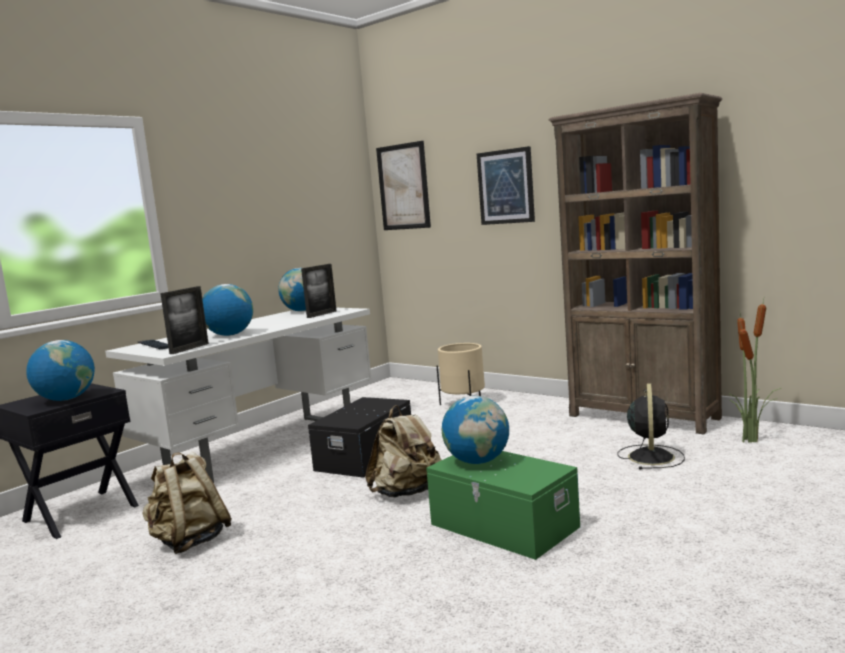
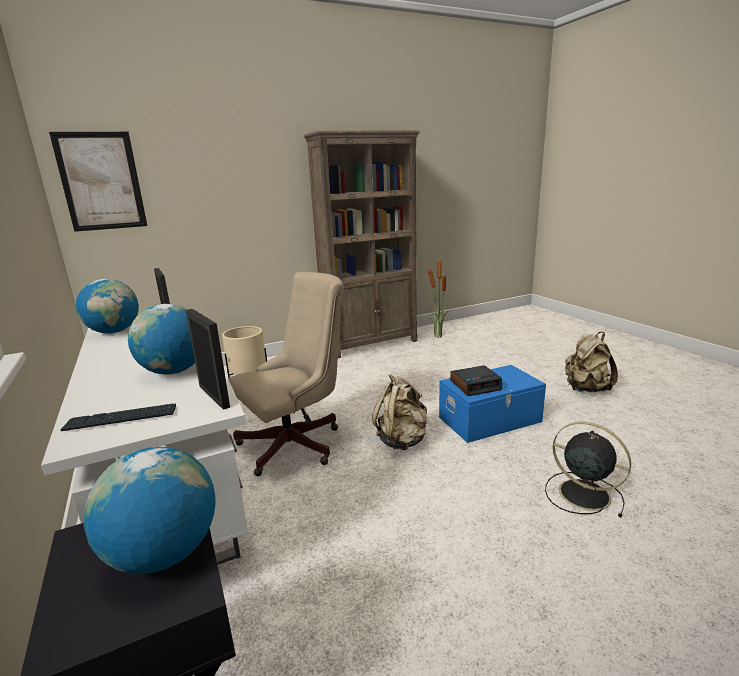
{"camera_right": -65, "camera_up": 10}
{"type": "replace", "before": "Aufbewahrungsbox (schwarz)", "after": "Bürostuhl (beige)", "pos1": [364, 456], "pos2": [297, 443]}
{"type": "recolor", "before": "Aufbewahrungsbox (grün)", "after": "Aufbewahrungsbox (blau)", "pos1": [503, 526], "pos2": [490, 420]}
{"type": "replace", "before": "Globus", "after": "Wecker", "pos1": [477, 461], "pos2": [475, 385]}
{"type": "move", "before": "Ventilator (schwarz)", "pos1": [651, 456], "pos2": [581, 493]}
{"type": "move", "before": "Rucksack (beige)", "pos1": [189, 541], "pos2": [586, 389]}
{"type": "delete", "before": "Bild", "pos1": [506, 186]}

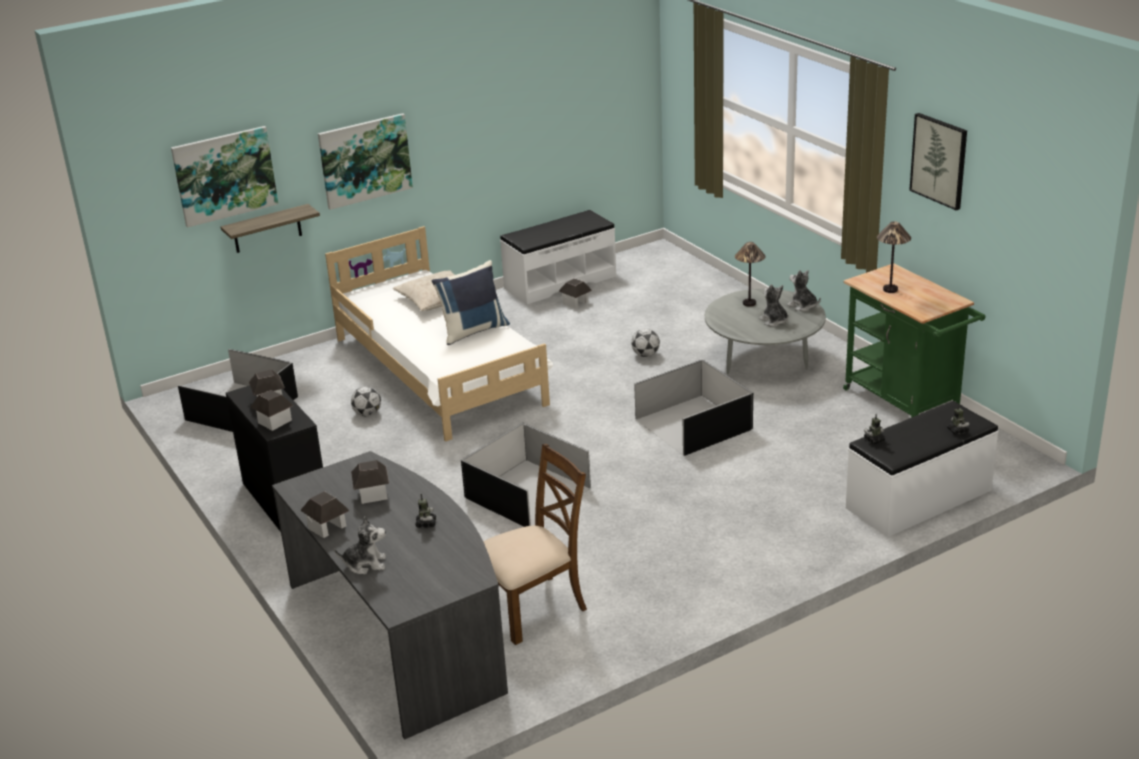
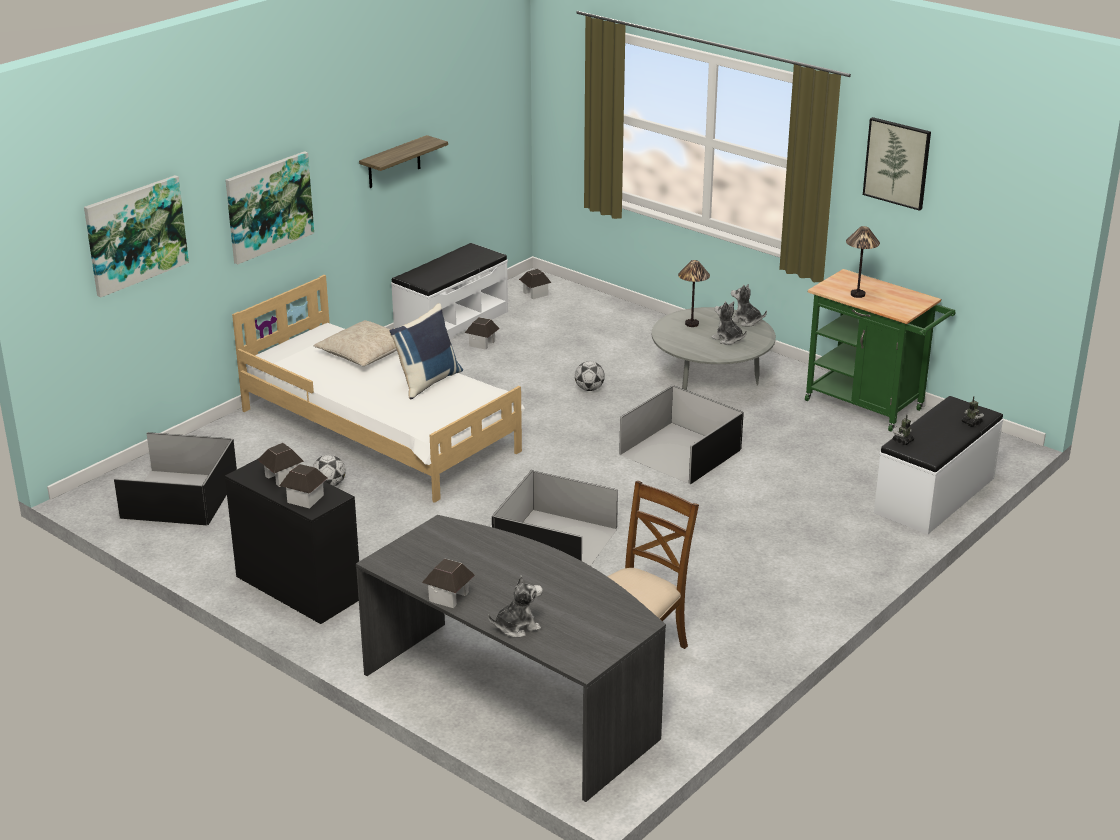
{"camera_right": -20, "camera_up": 0}
{"type": "move", "before": "Wandregal", "pos1": [267, 229], "pos2": [394, 162]}
{"type": "move", "before": "Spielzeughaus", "pos1": [372, 494], "pos2": [535, 293]}
{"type": "delete", "before": "Spielzeugroboter", "pos1": [426, 524]}

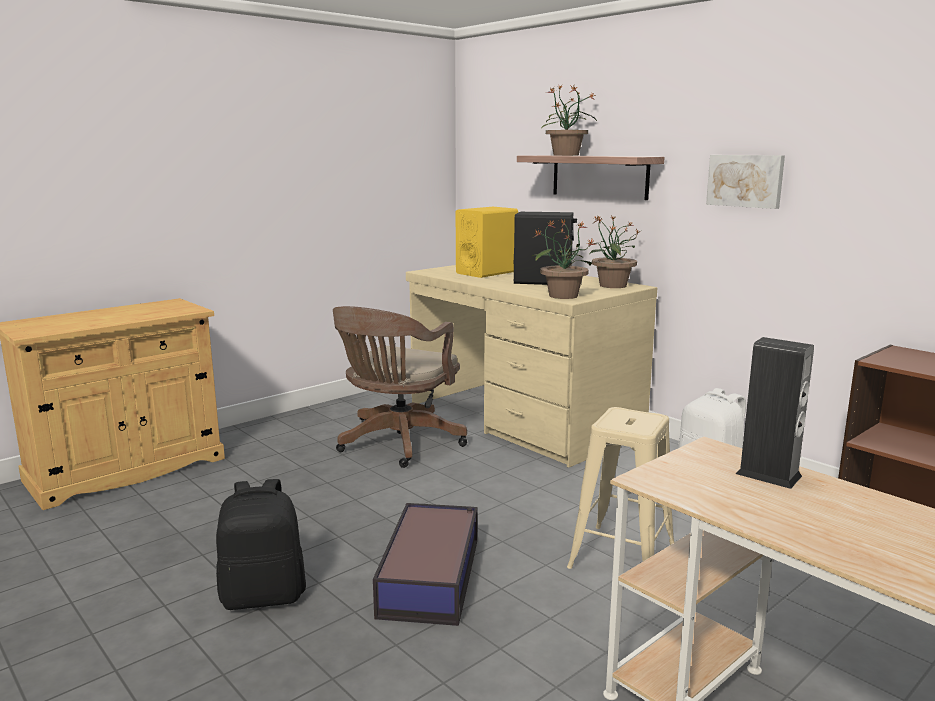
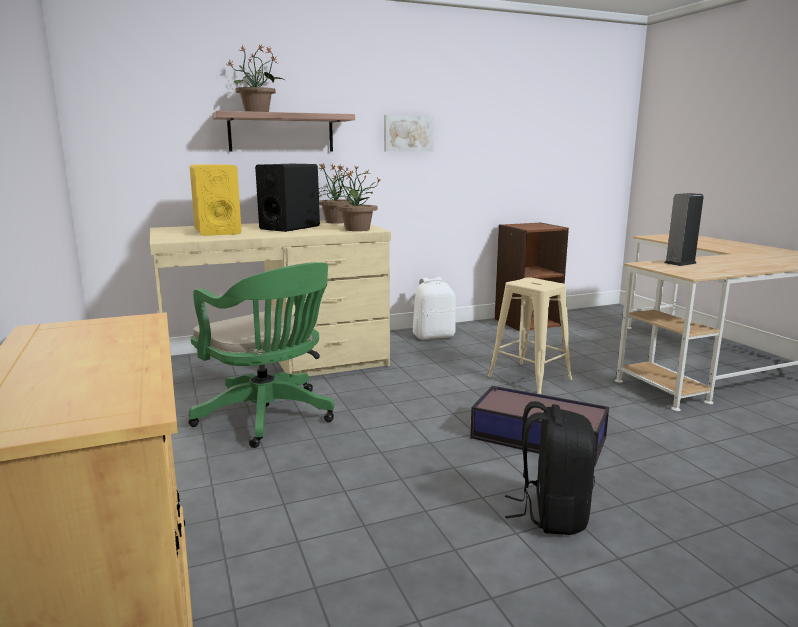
{"camera_right": -70, "camera_up": 0}
{"type": "recolor", "before": "Bürostuhl (braun)", "after": "Bürostuhl (grün)", "pos1": [397, 444], "pos2": [269, 417]}

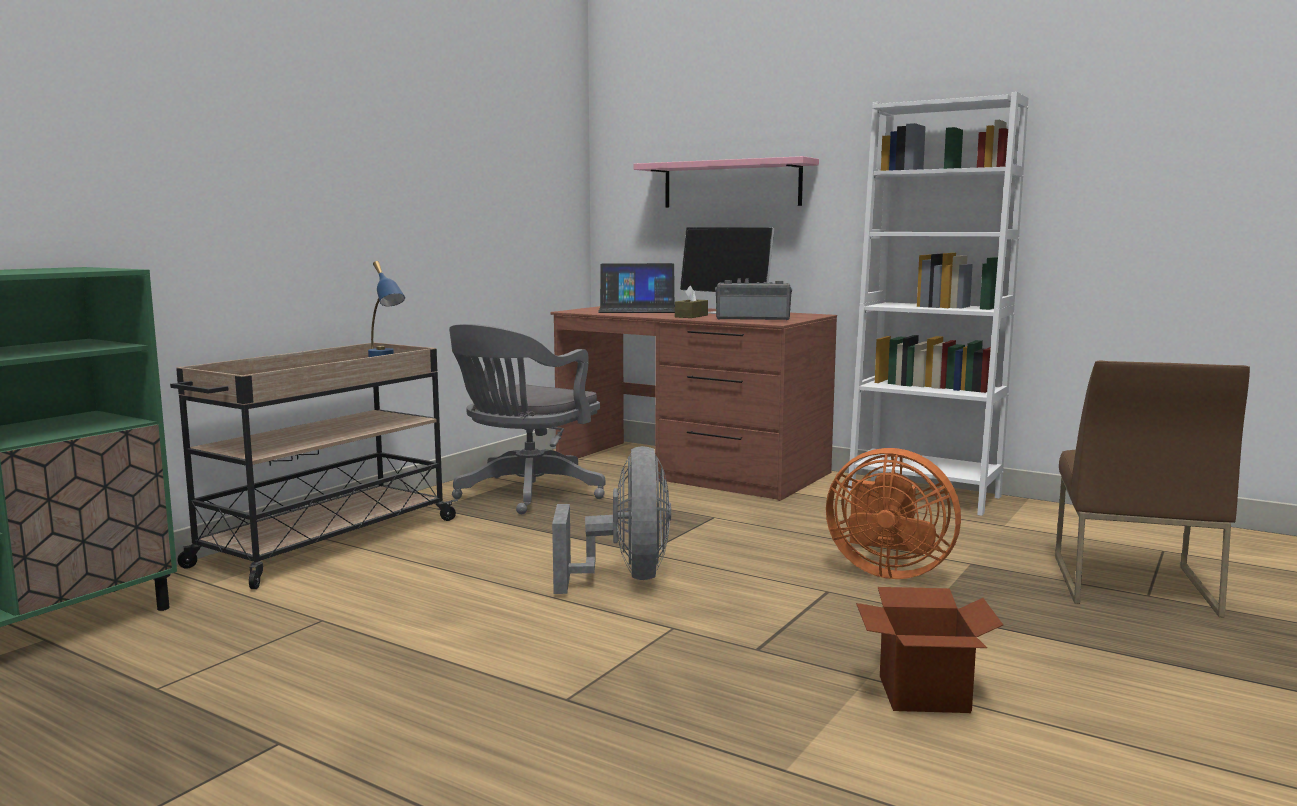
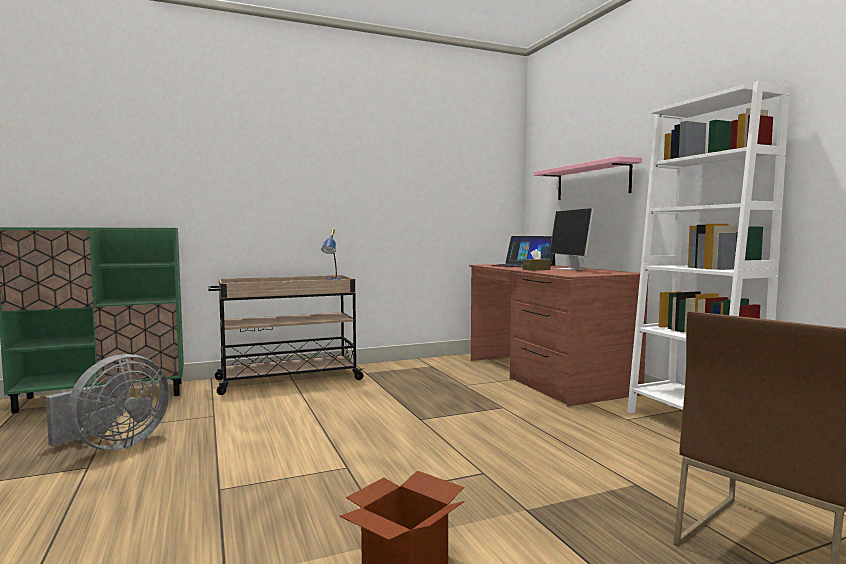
{"camera_right": 35, "camera_up": -5}
{"type": "move", "before": "Ventilator (grau)", "pos1": [625, 577], "pos2": [113, 445]}
{"type": "delete", "before": "Bürostuhl (grau)", "pos1": [525, 494]}
{"type": "delete", "before": "Radio", "pos1": [753, 319]}
{"type": "delete", "before": "Ventilator (orange)", "pos1": [887, 570]}

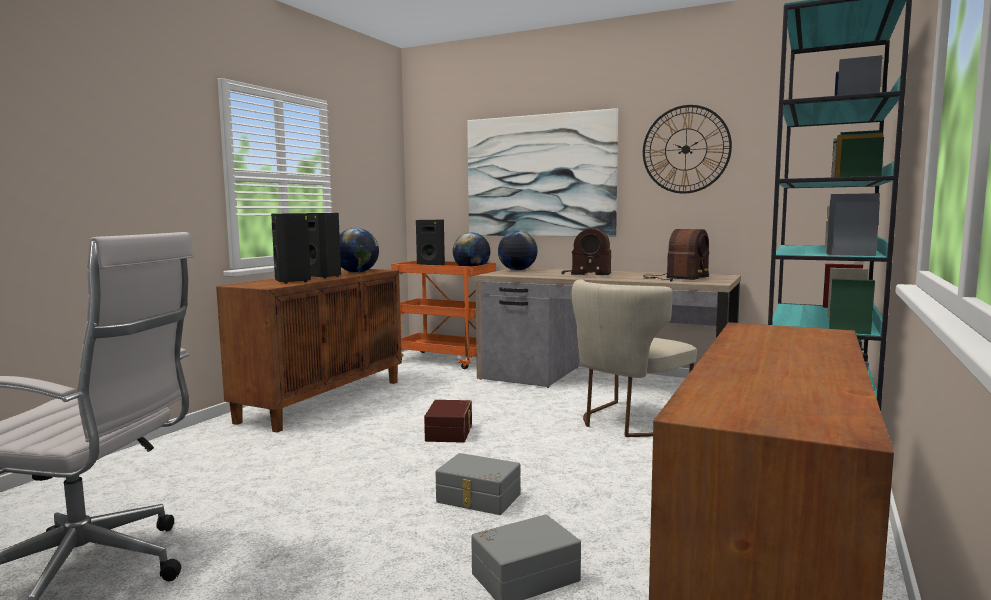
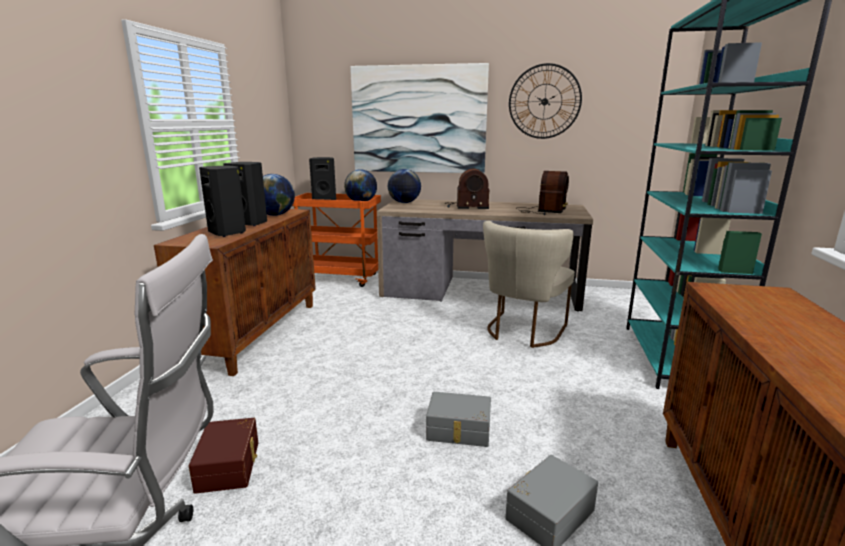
{"camera_right": -15, "camera_up": 10}
{"type": "move", "before": "Aufbewahrungsbox (braun)", "pos1": [450, 432], "pos2": [230, 465]}

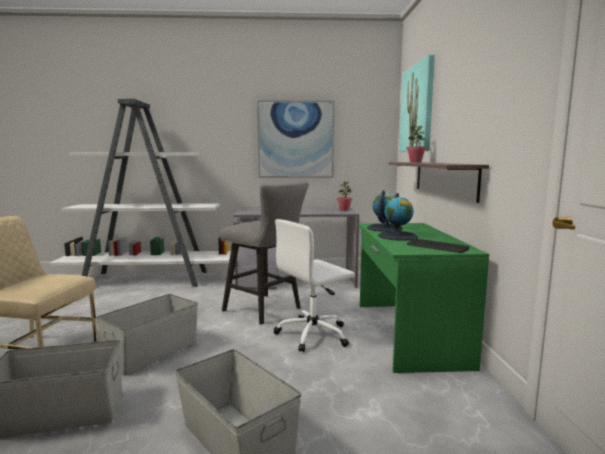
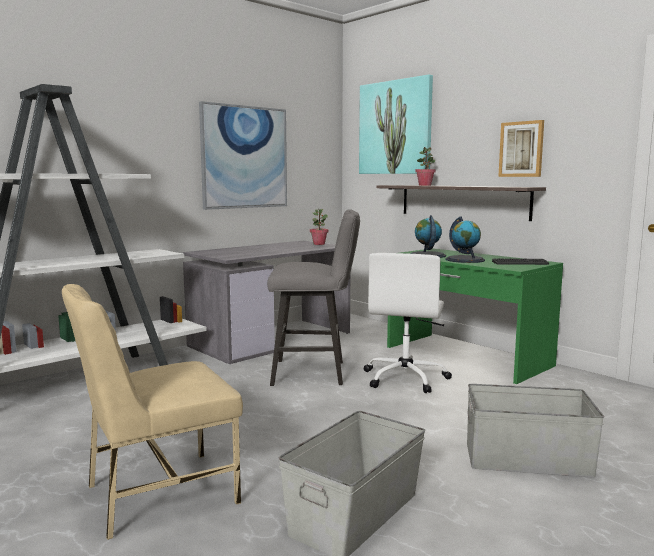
{"camera_right": -40, "camera_up": 0}
{"type": "insert", "after": "Bild", "pos2": [521, 149]}
{"type": "delete", "before": "Aufbewahrungsbox (grau)", "pos1": [153, 352]}

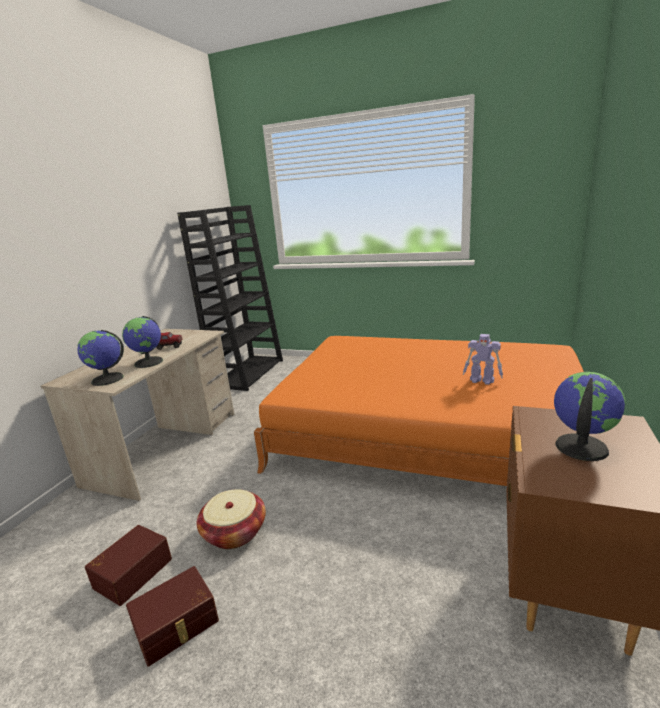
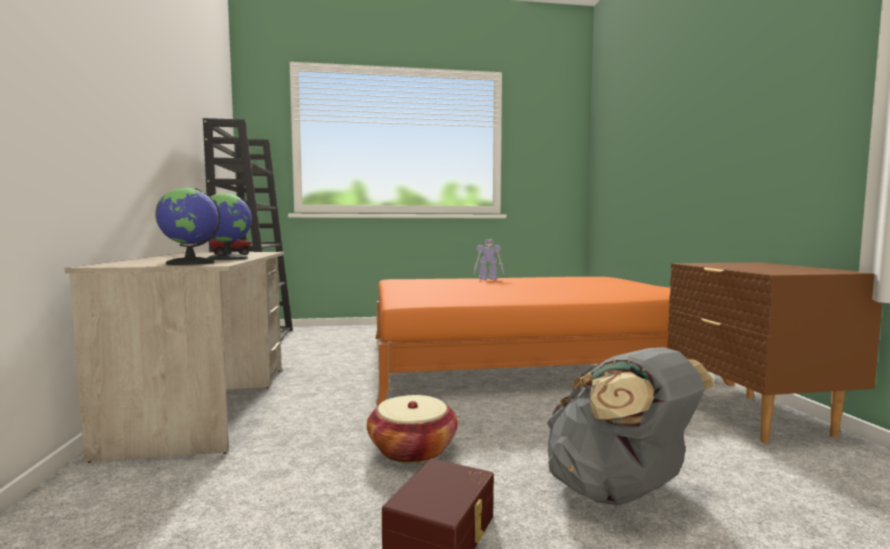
{"camera_right": -30, "camera_up": -15}
{"type": "move", "before": "Spielzeugroboter", "pos1": [482, 380], "pos2": [488, 279]}
{"type": "insert", "after": "Rucksack (grau)", "pos2": [618, 492]}
{"type": "delete", "before": "Aufbewahrungsbox (braun)", "pos1": [132, 572]}
{"type": "delete", "before": "Globus", "pos1": [580, 447]}

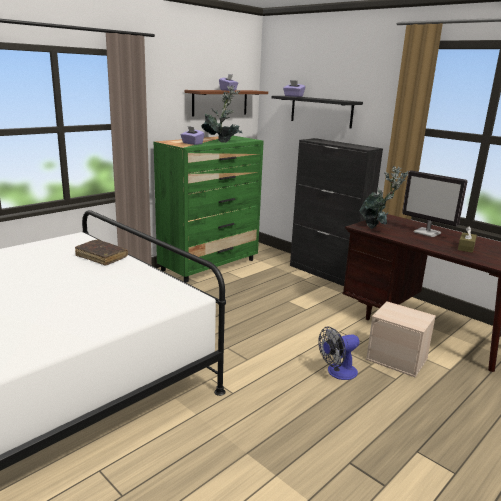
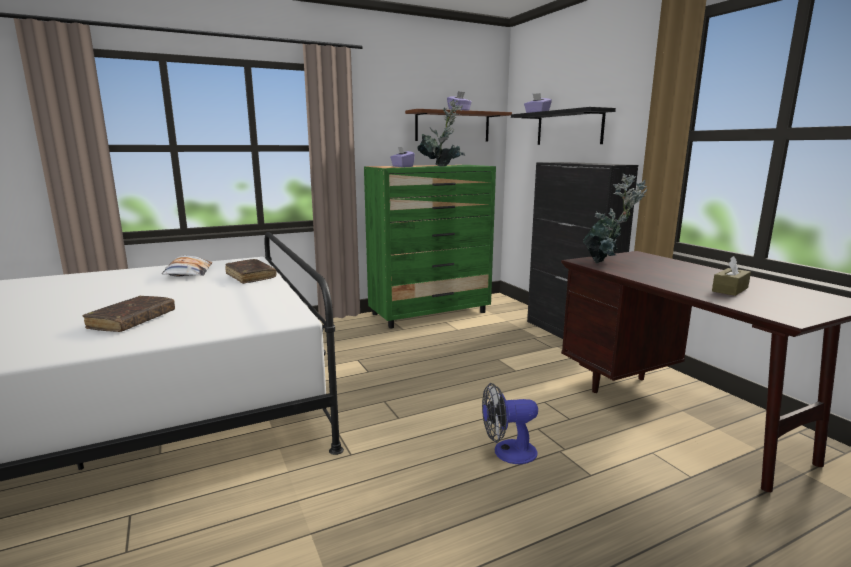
{"camera_right": 20, "camera_up": -5}
{"type": "insert", "after": "Buch (braun)", "pos2": [132, 321]}
{"type": "insert", "after": "Kissen", "pos2": [188, 273]}
{"type": "delete", "before": "Aufbewahrungsbox (beige)", "pos1": [397, 359]}
{"type": "delete", "before": "Monitor", "pos1": [427, 233]}

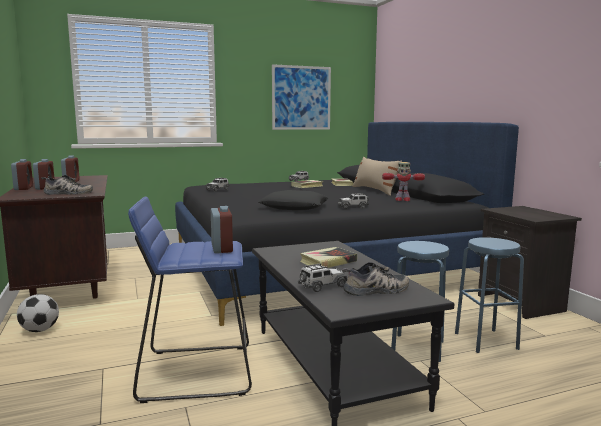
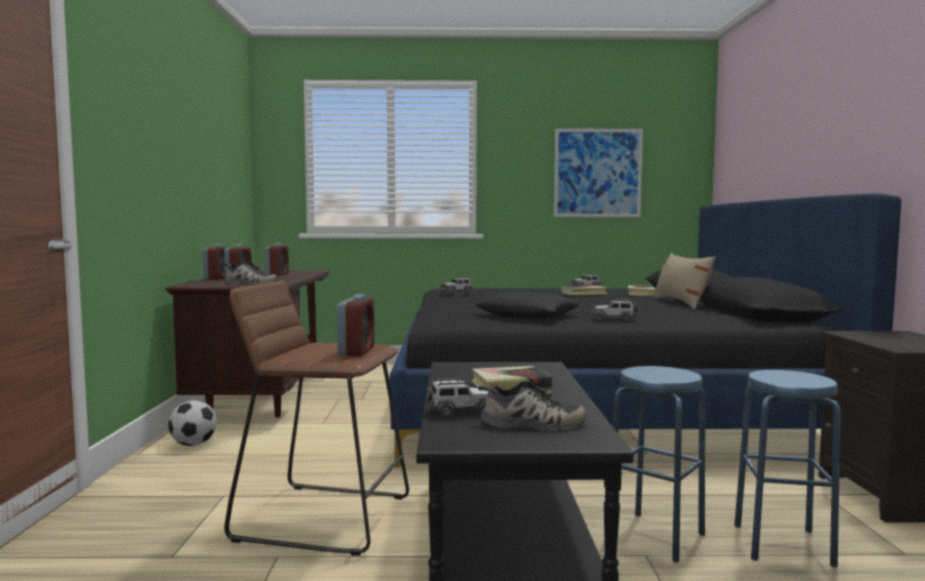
{"camera_right": 20, "camera_up": -5}
{"type": "recolor", "before": "Hocker (blau)", "after": "Hocker (braun)", "pos1": [196, 371], "pos2": [323, 517]}
{"type": "delete", "before": "Spielzeugroboter", "pos1": [402, 200]}

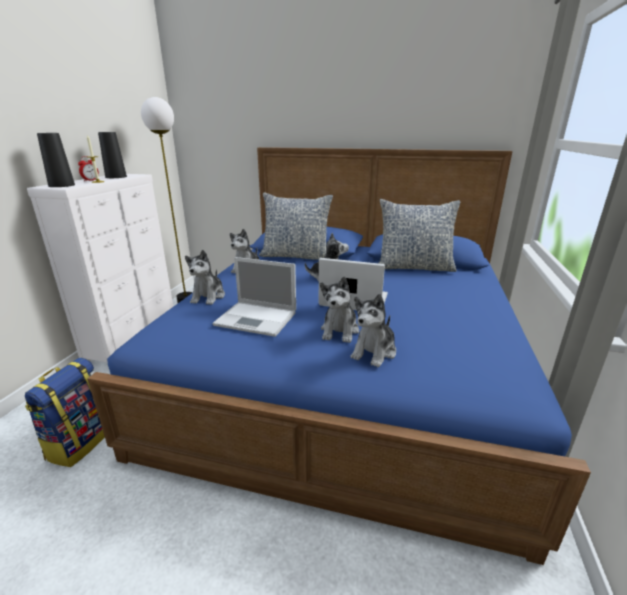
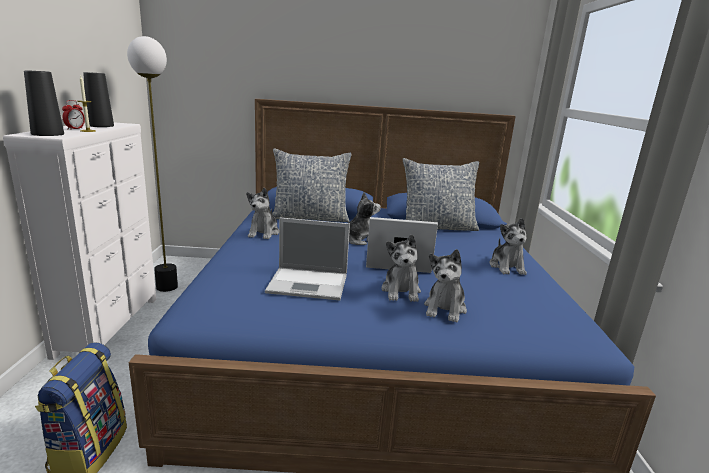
{"camera_right": -15, "camera_up": -5}
{"type": "move", "before": "Plüschtier", "pos1": [208, 297], "pos2": [507, 267]}

